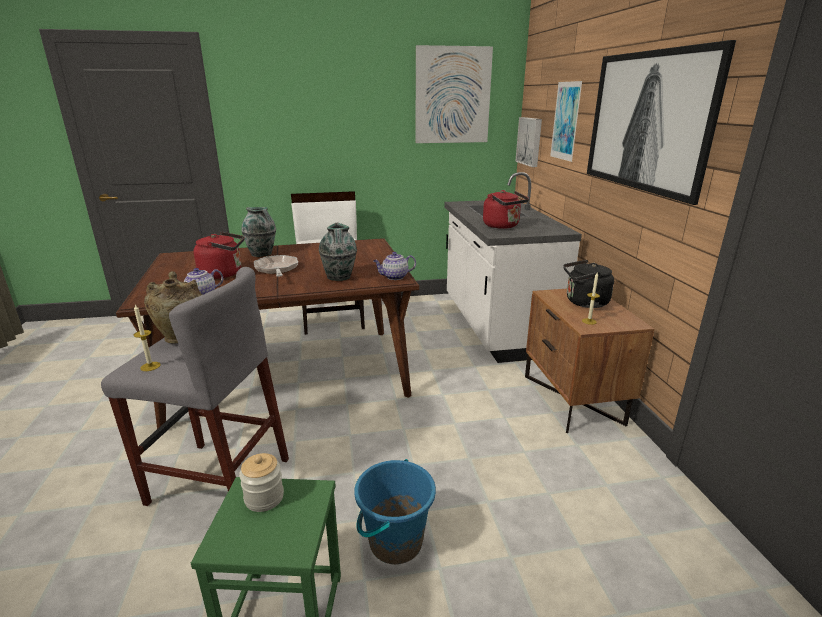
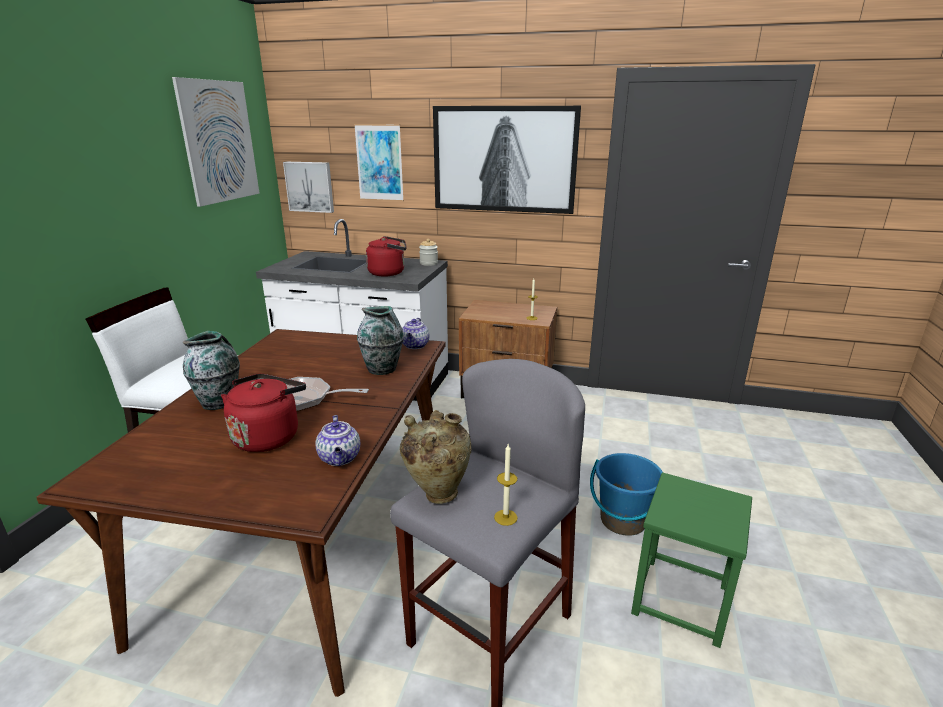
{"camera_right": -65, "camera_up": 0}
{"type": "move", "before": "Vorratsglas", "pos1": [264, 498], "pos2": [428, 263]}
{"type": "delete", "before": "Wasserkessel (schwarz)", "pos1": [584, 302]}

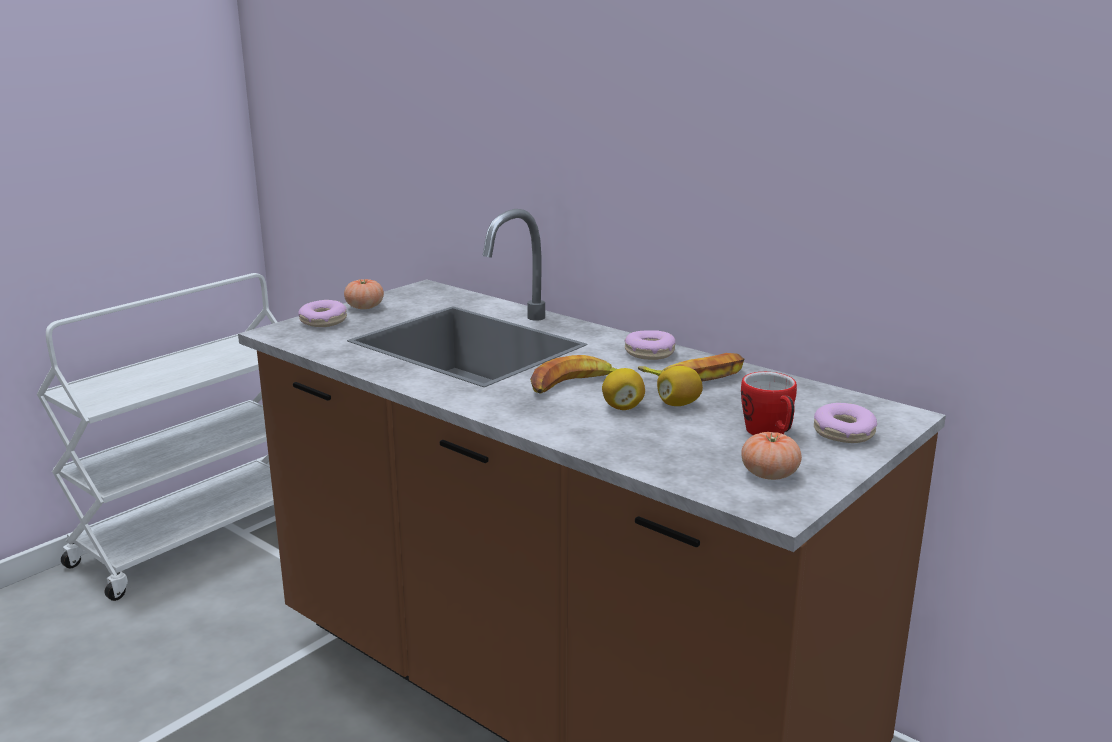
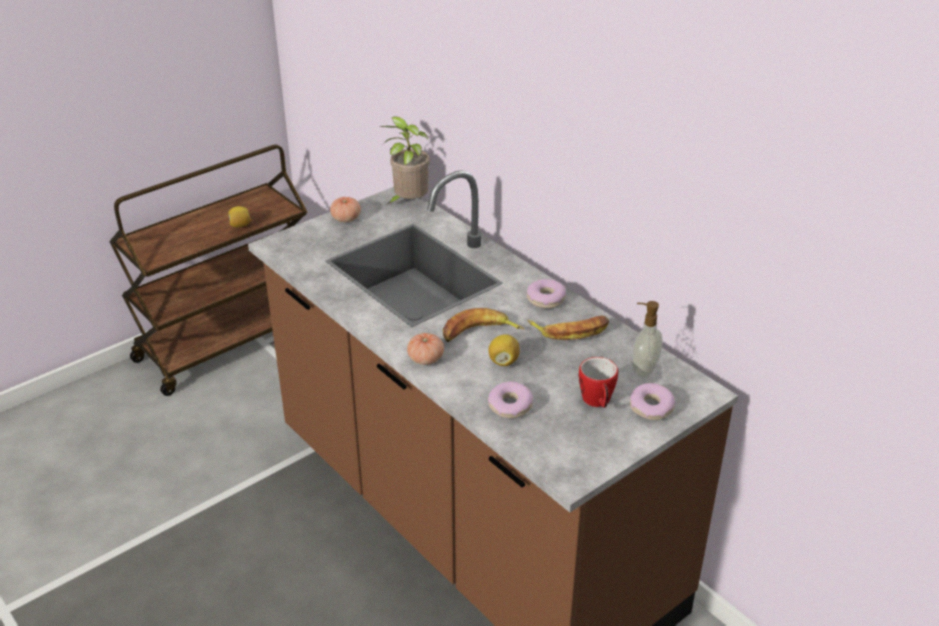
{"camera_right": 10, "camera_up": 15}
{"type": "recolor", "before": "Rollwagen (weiß)", "after": "Rollwagen (braun)", "pos1": [196, 536], "pos2": [229, 342]}
{"type": "move", "before": "Zitrone", "pos1": [678, 404], "pos2": [240, 225]}
{"type": "insert", "after": "Topfpflanze", "pos2": [408, 203]}
{"type": "move", "before": "Tomate", "pos1": [769, 474], "pos2": [425, 359]}
{"type": "move", "before": "Donut", "pos1": [323, 321], "pos2": [510, 406]}
{"type": "insert", "after": "Seifenspender", "pos2": [643, 370]}

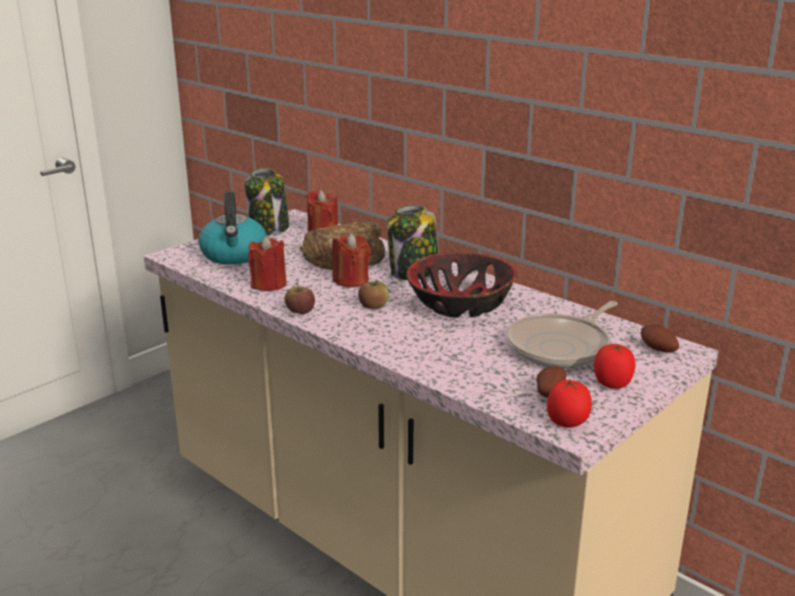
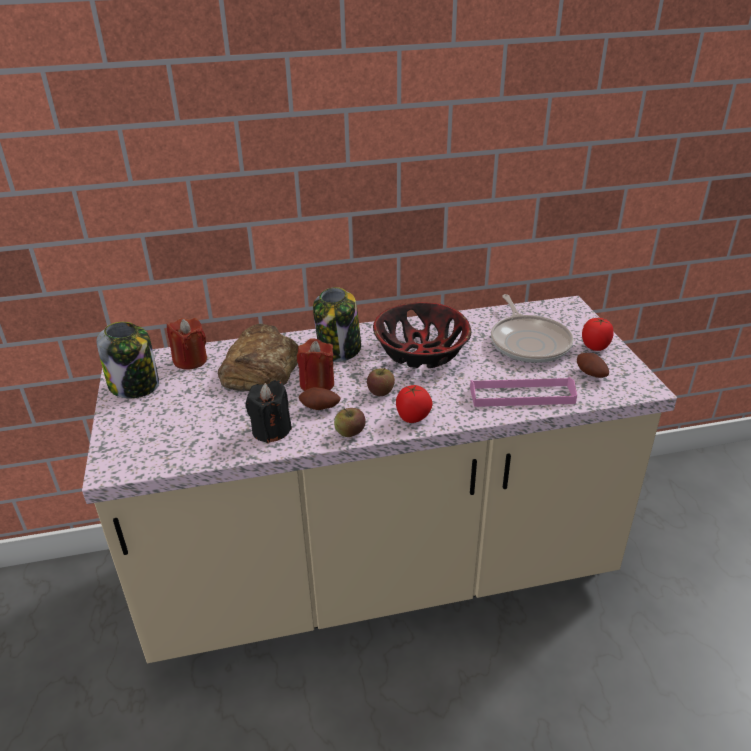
{"camera_right": -55, "camera_up": 10}
{"type": "recolor", "before": "Kerze (rot)", "after": "Kerze (schwarz)", "pos1": [269, 284], "pos2": [271, 430]}
{"type": "move", "before": "Kartoffel", "pos1": [657, 350], "pos2": [319, 408]}
{"type": "move", "before": "Tomate", "pos1": [567, 423], "pos2": [413, 418]}
{"type": "insert", "after": "Tablett (rosa)", "pos2": [521, 395]}
{"type": "delete", "before": "Wasserkessel", "pos1": [234, 255]}

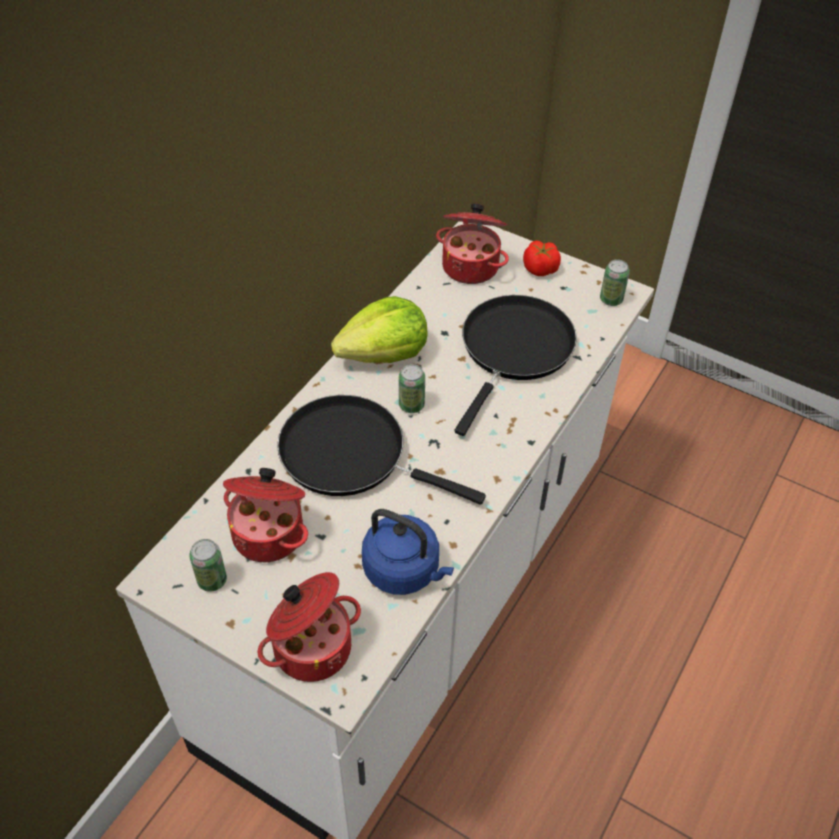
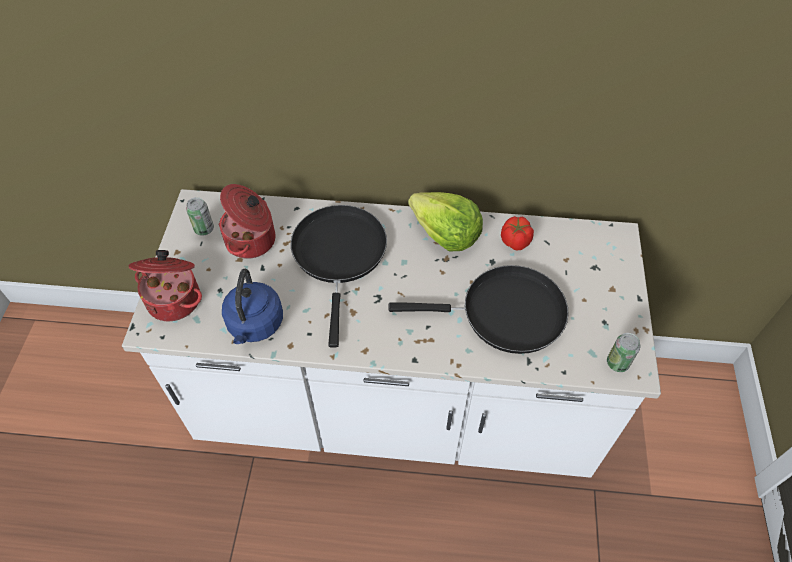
{"camera_right": 65, "camera_up": 5}
{"type": "move", "before": "Tomate", "pos1": [540, 269], "pos2": [515, 241]}
{"type": "delete", "before": "Dose", "pos1": [411, 405]}
{"type": "delete", "before": "Kochtopf", "pos1": [471, 266]}

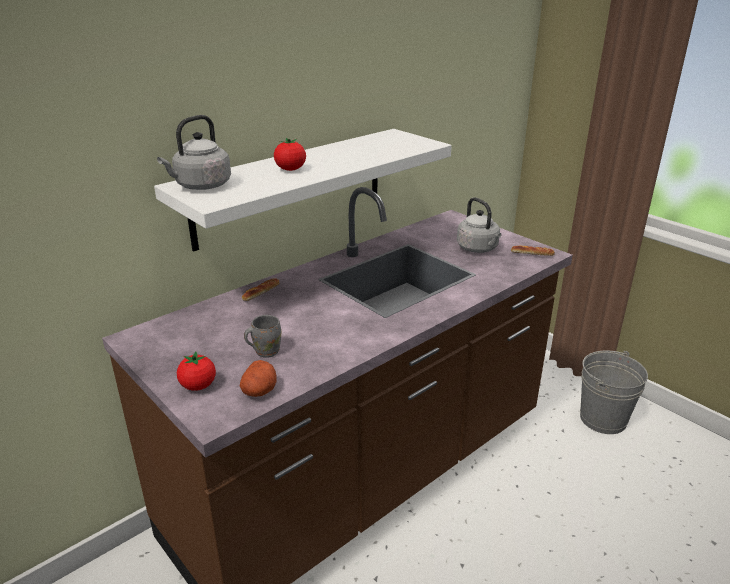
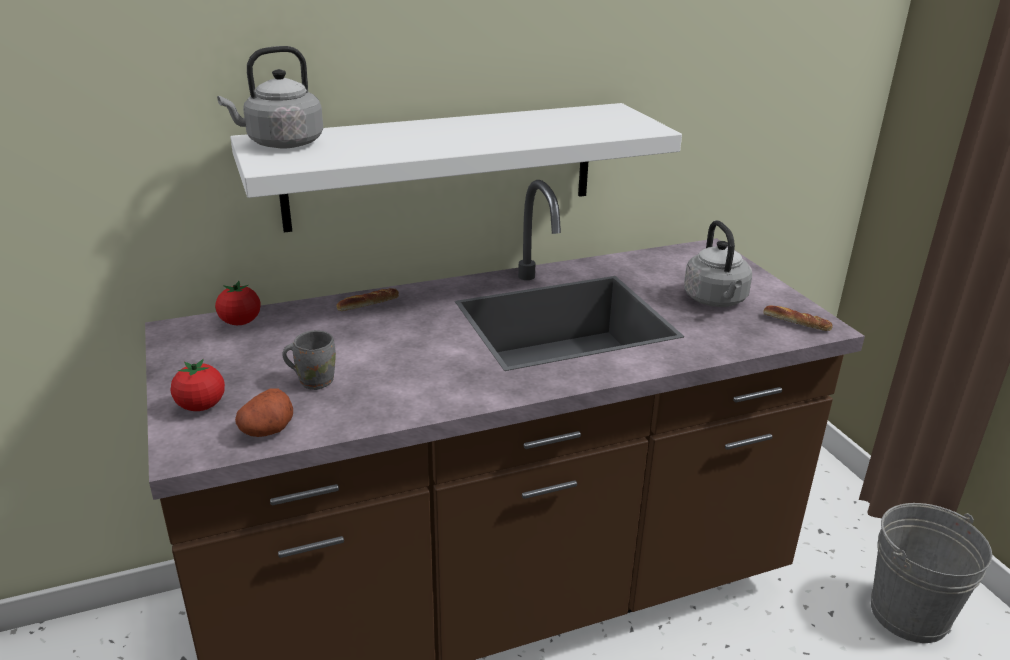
{"camera_right": 20, "camera_up": 0}
{"type": "move", "before": "Tomate", "pos1": [290, 169], "pos2": [240, 322]}

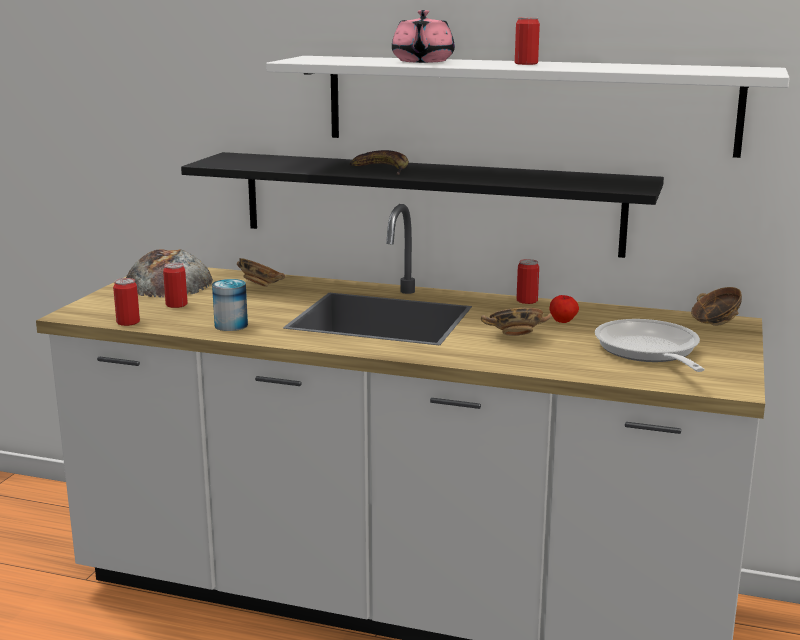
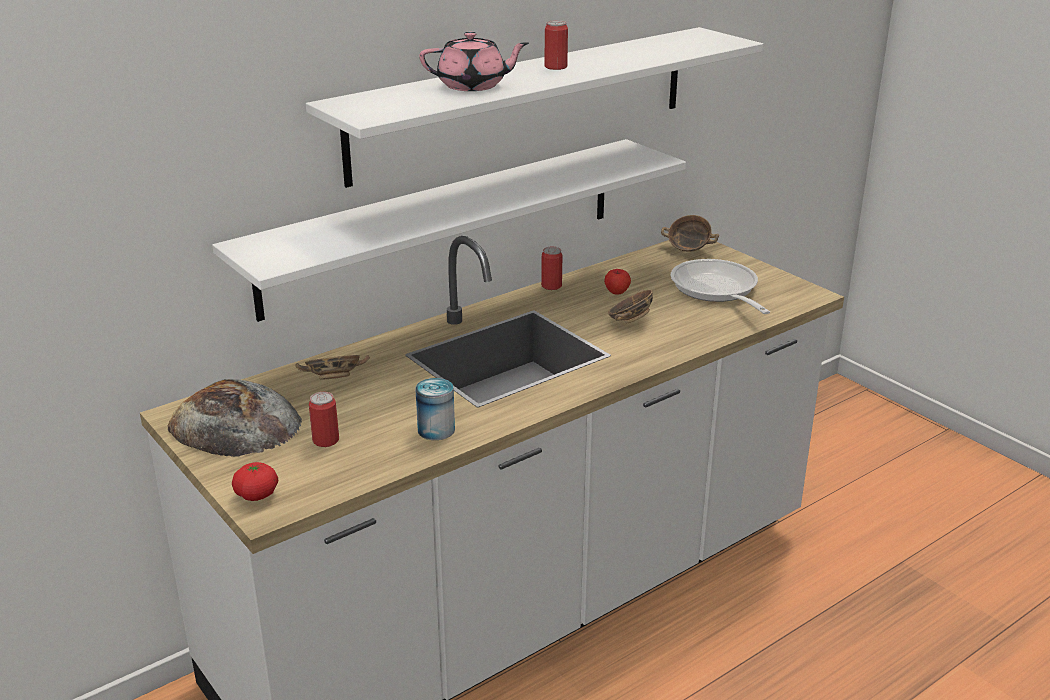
{"camera_right": -55, "camera_up": 10}
{"type": "recolor", "before": "Wandregal (schwarz)", "after": "Wandregal (weiß)", "pos1": [428, 203], "pos2": [444, 225]}
{"type": "insert", "after": "Tomate", "pos2": [257, 494]}
{"type": "rotate", "before": "Teekanne (rosa)", "pos1": [422, 61], "pos2": [473, 86], "turn": -45}
{"type": "rotate", "before": "Pfanne", "pos1": [649, 351], "pos2": [716, 290], "turn": 45}
{"type": "delete", "before": "Dose", "pos1": [128, 322]}
{"type": "delete", "before": "Banane", "pos1": [382, 169]}

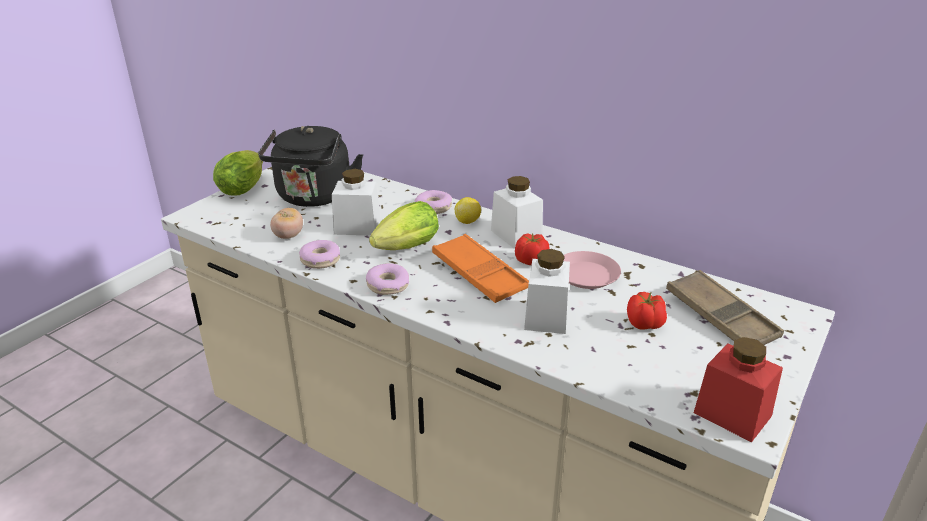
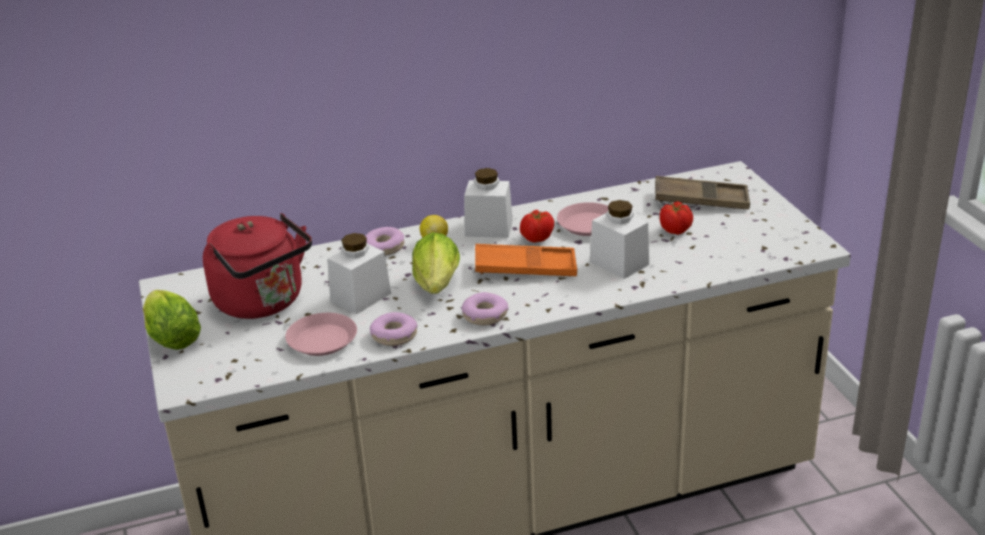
{"camera_right": -50, "camera_up": 0}
{"type": "recolor", "before": "Wasserkessel (schwarz)", "after": "Wasserkessel (rot)", "pos1": [313, 198], "pos2": [263, 303]}
{"type": "replace", "before": "Tomate", "after": "Teller (rosa)", "pos1": [288, 236], "pos2": [322, 340]}
{"type": "delete", "before": "Vorratsglas (rot)", "pos1": [732, 414]}

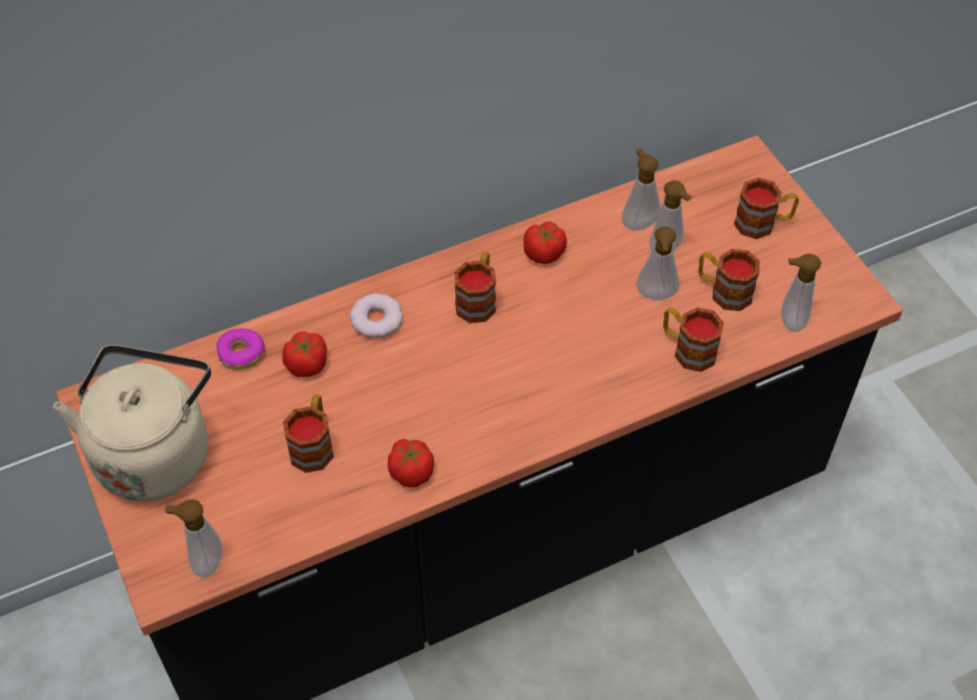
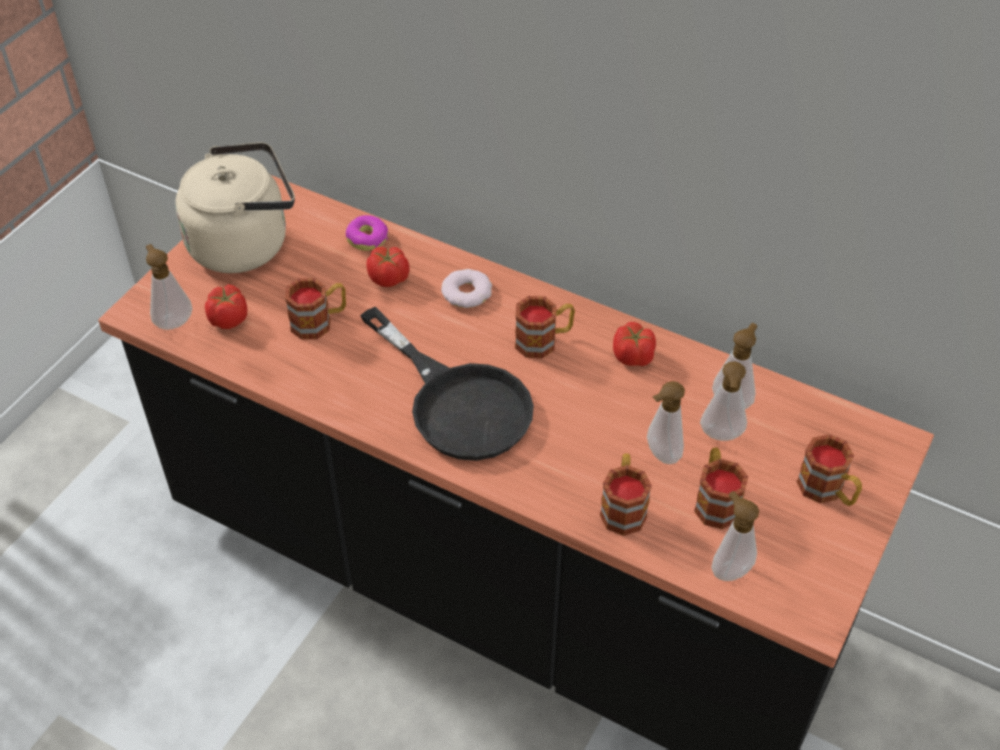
{"camera_right": 55, "camera_up": -5}
{"type": "move", "before": "Tomate", "pos1": [411, 472], "pos2": [229, 318]}
{"type": "insert", "after": "Pfanne (schwarz)", "pos2": [458, 402]}

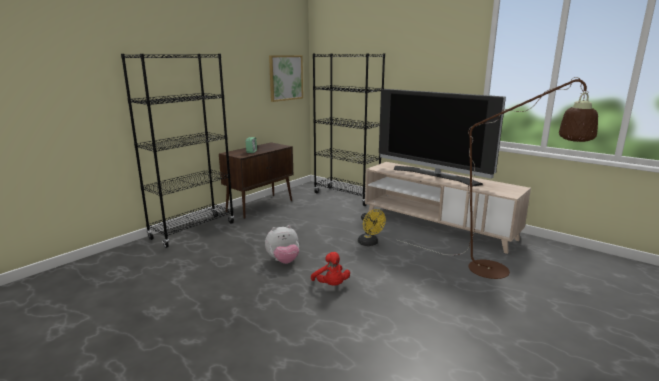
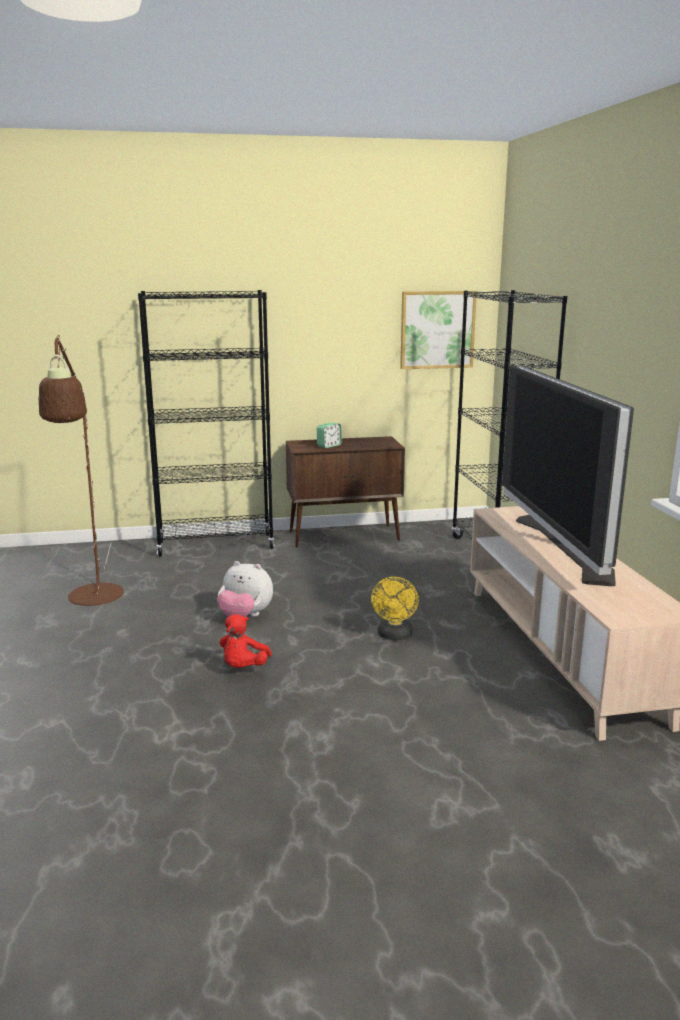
{"camera_right": 40, "camera_up": 0}
{"type": "move", "before": "Stehlampe (braun)", "pos1": [499, 272], "pos2": [95, 600]}

